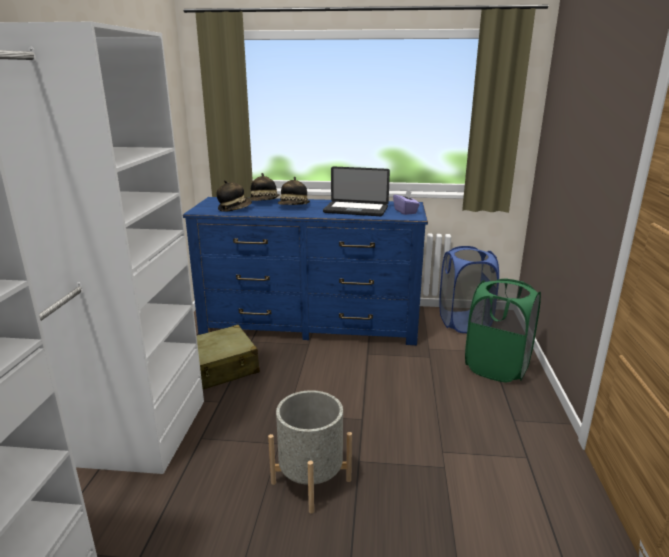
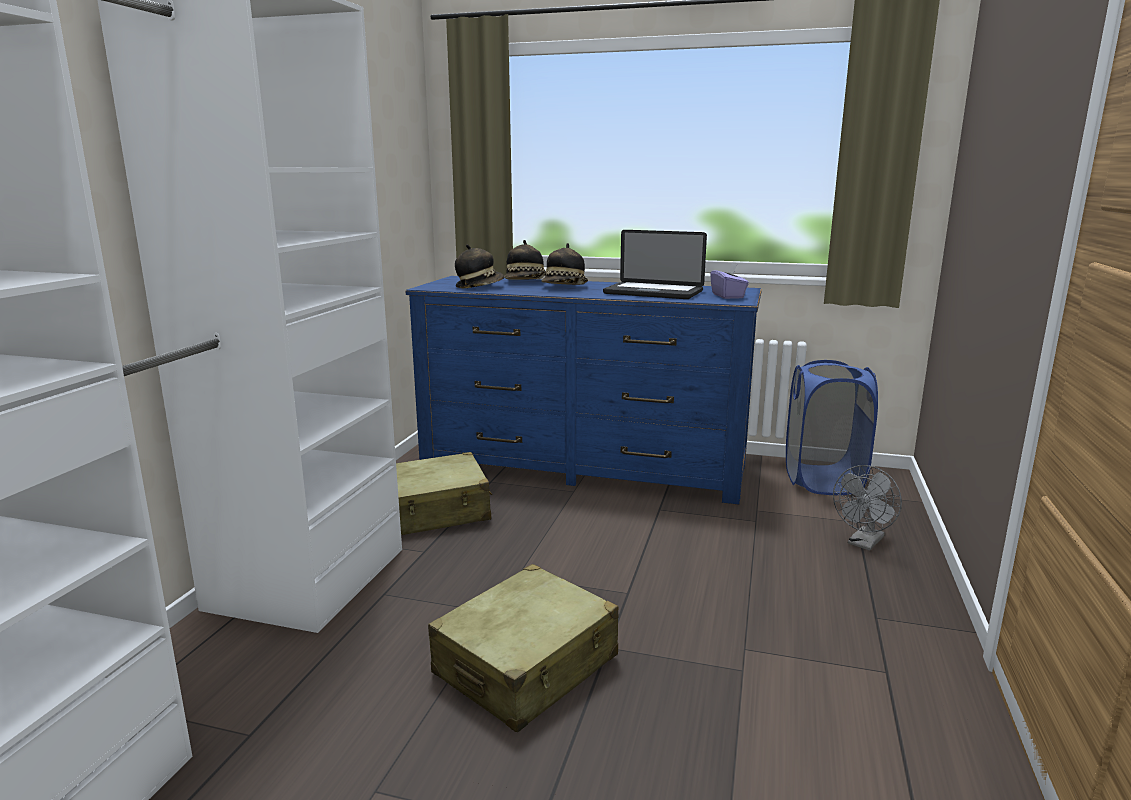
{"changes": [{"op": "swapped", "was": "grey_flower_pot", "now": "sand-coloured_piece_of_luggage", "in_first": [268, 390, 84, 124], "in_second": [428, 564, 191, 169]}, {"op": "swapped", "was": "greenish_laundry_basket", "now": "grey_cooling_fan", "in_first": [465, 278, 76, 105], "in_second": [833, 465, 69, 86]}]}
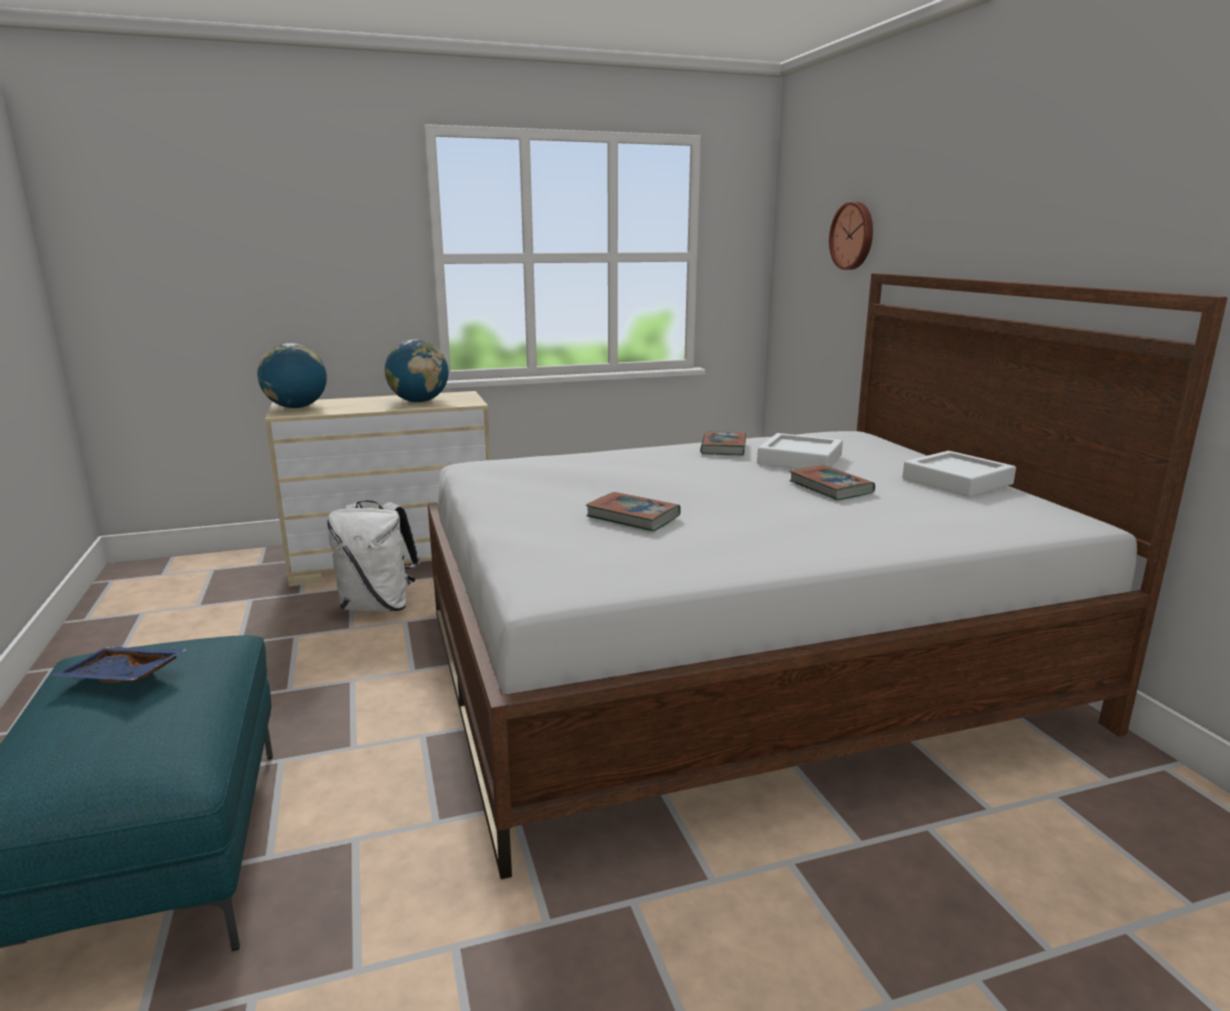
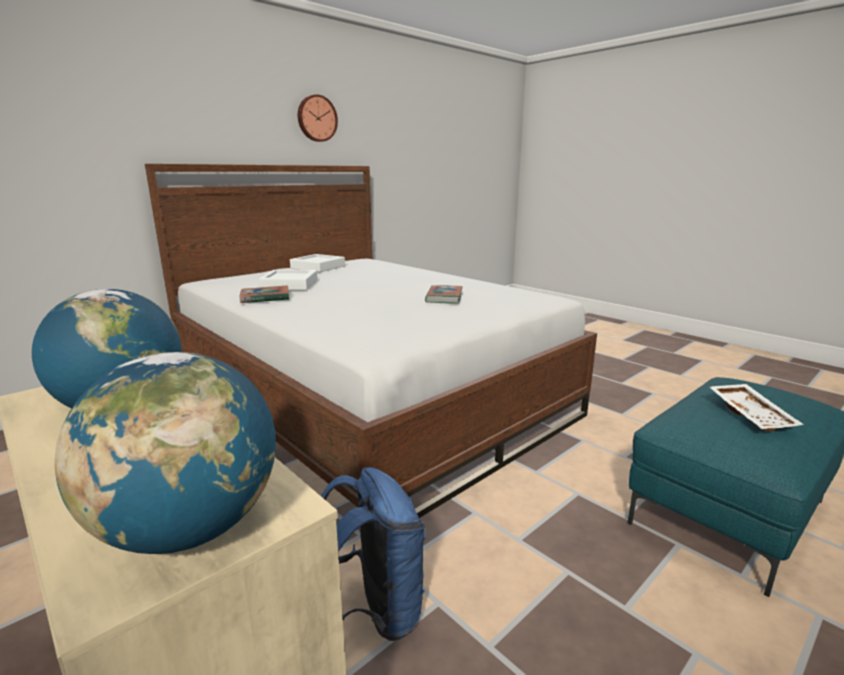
{"changes": [{"op": "repainted", "was": "blue-coloured_tray", "now": "white_tray", "in_first": [51, 647, 136, 36], "in_second": [710, 384, 94, 47]}, {"op": "repainted", "was": "white_backpack", "now": "blue-coloured_backpack", "in_first": [327, 500, 93, 112], "in_second": [321, 467, 105, 174]}, {"op": "gone", "was": "volume", "in_first": [789, 465, 86, 35]}, {"op": "shifted", "was": "hanging_clock", "in_first": [829, 202, 44, 68], "in_second": [298, 94, 40, 48]}]}
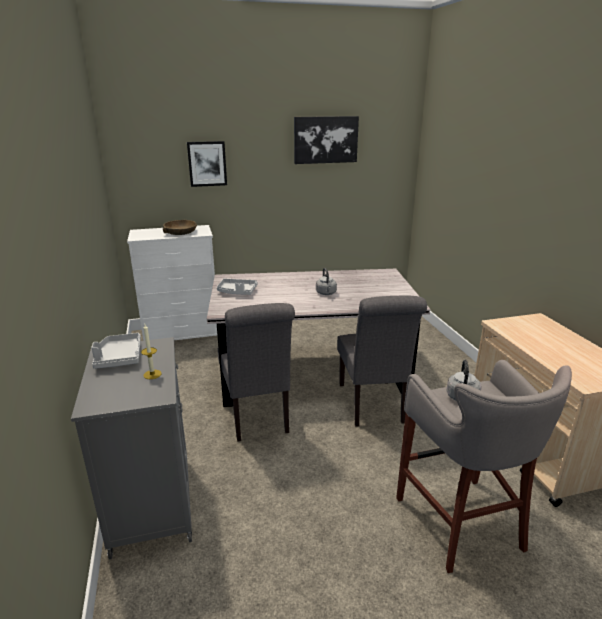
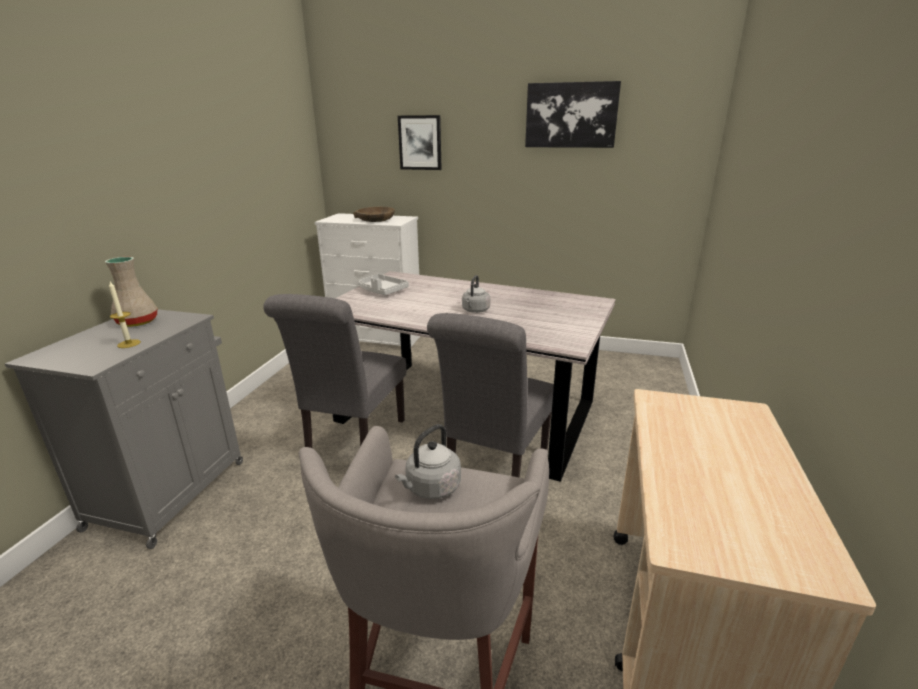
{"changes": [{"op": "swapped", "was": "grey_tray", "now": "sand-coloured_decorative_vase", "in_first": [92, 333, 49, 36], "in_second": [105, 257, 52, 70]}]}
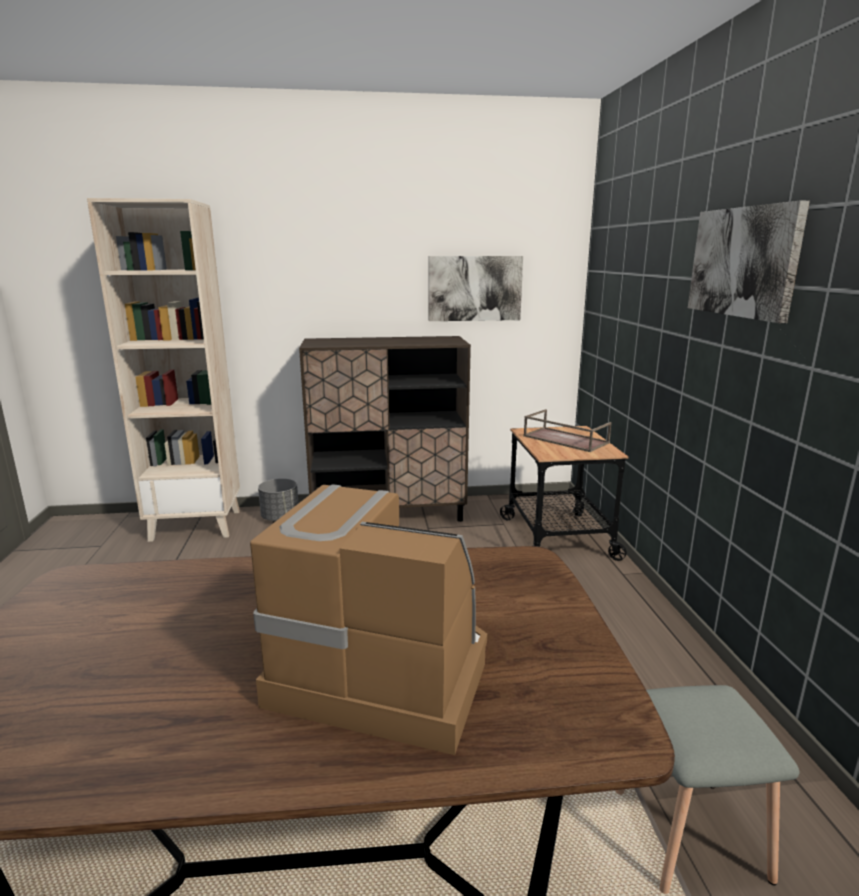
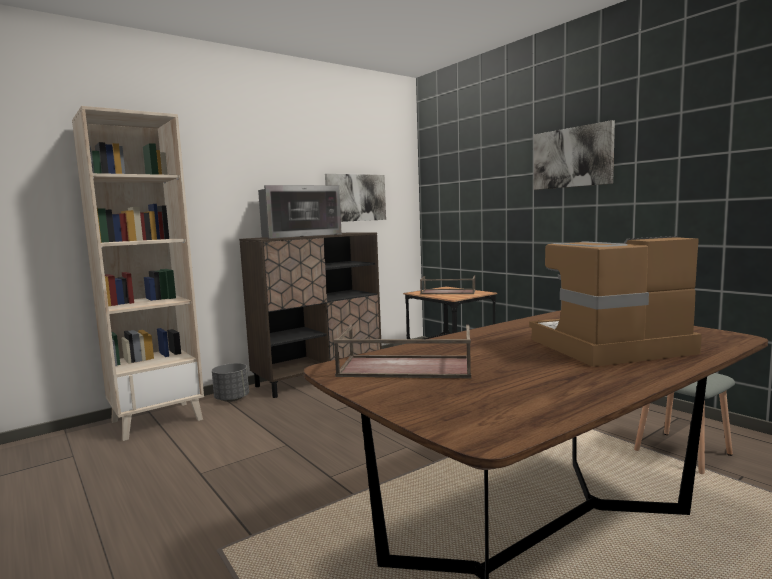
{"changes": [{"op": "new", "now": "microwave", "in_second": [258, 185, 84, 53]}, {"op": "new", "now": "brown-coloured_tray", "in_second": [334, 325, 137, 53]}]}
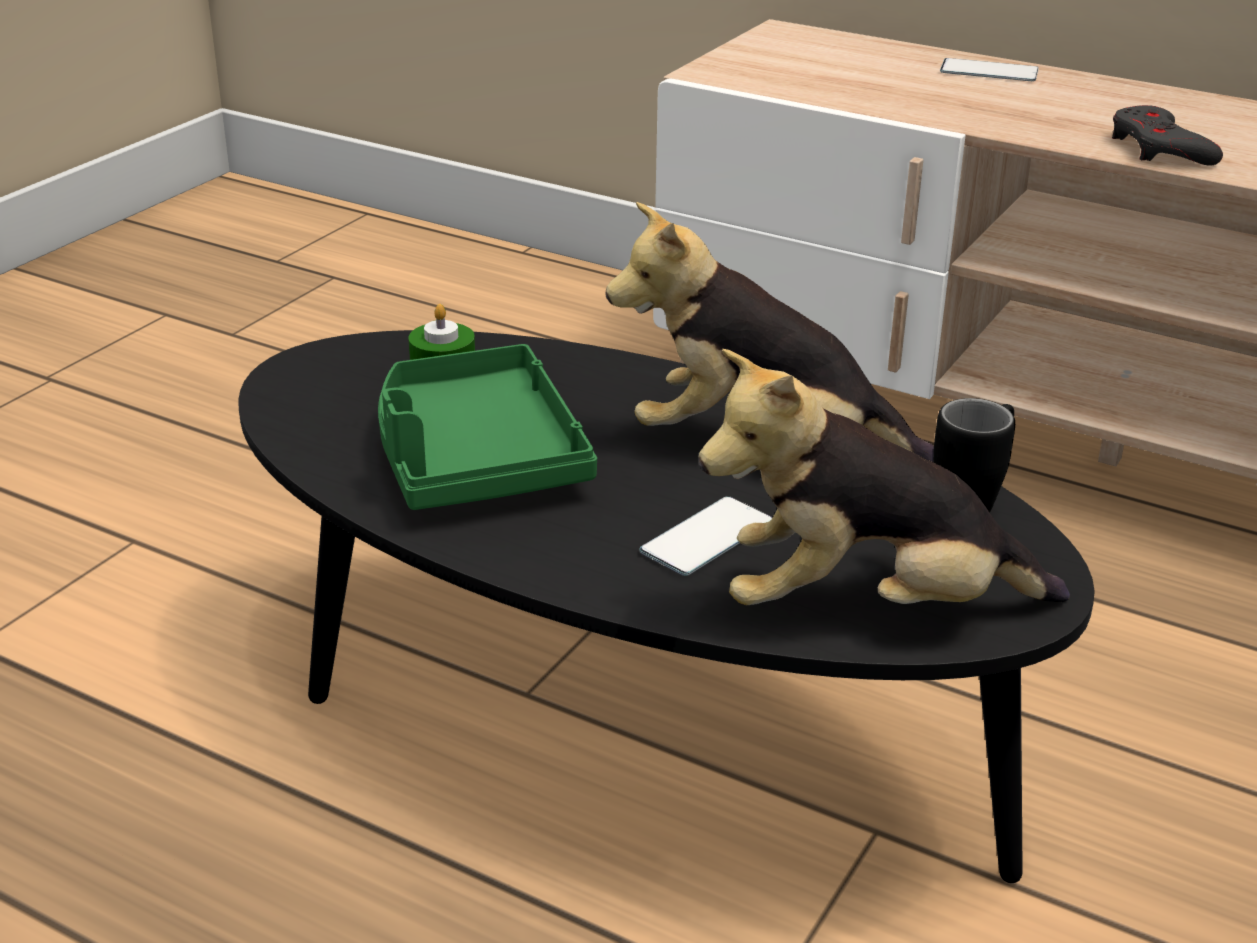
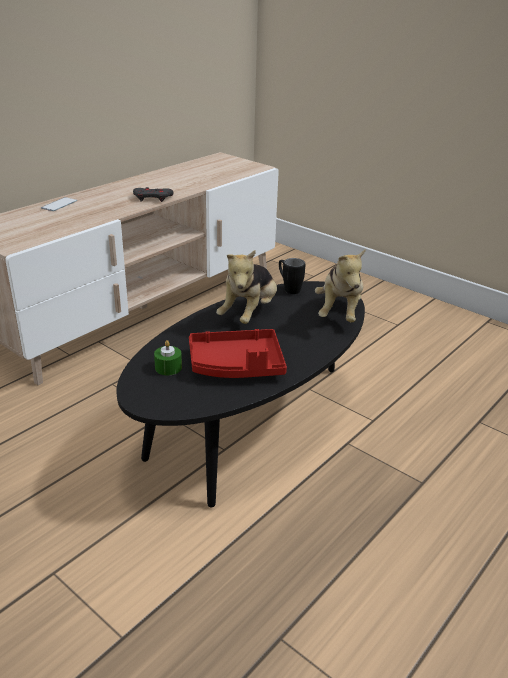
{"changes": [{"op": "repainted", "was": "greenish_tray", "now": "reddish_tray", "in_first": [378, 344, 219, 166], "in_second": [189, 329, 98, 49]}, {"op": "gone", "was": "telephone", "in_first": [639, 496, 134, 80]}]}
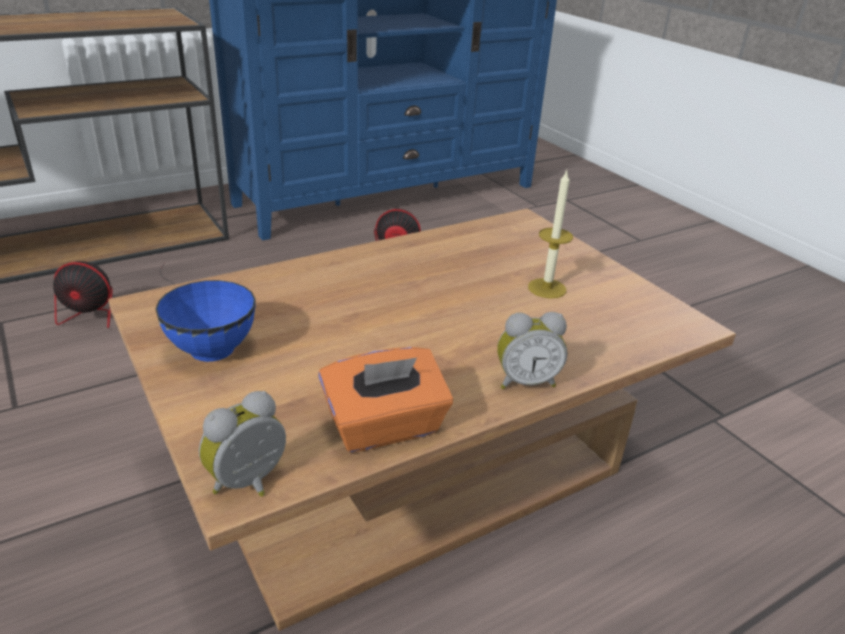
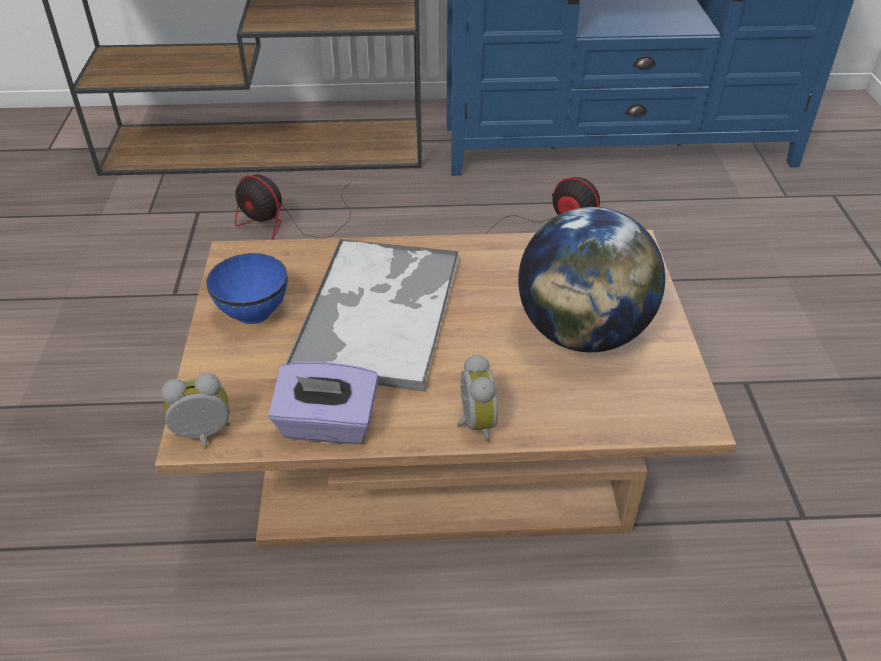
{"changes": [{"op": "repainted", "was": "orangey_tissue_holder", "now": "purple-coloured_tissue_holder", "in_first": [318, 347, 135, 106], "in_second": [269, 362, 110, 82]}, {"op": "rotated", "was": "bedside_clock", "in_first": [497, 312, 70, 77], "in_second": [457, 354, 41, 88], "clockwise": -120}, {"op": "swapped", "was": "wax_light", "now": "desk_globe", "in_first": [528, 170, 45, 129], "in_second": [518, 207, 147, 145]}, {"op": "new", "now": "tray", "in_second": [285, 238, 175, 154]}]}
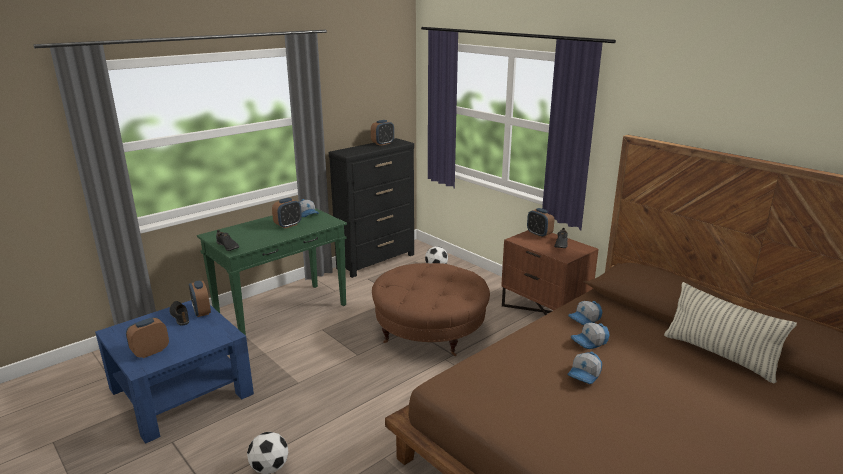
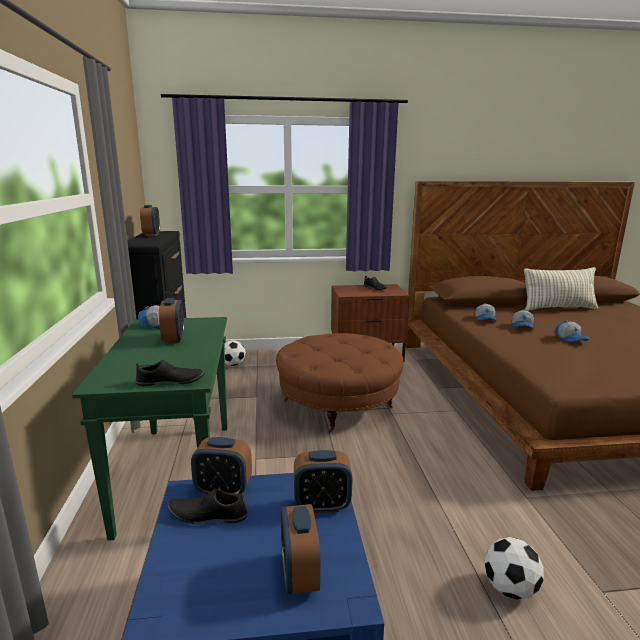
{"changes": [{"op": "shifted", "was": "bedside_clock", "in_first": [527, 208, 27, 30], "in_second": [294, 450, 58, 63]}]}
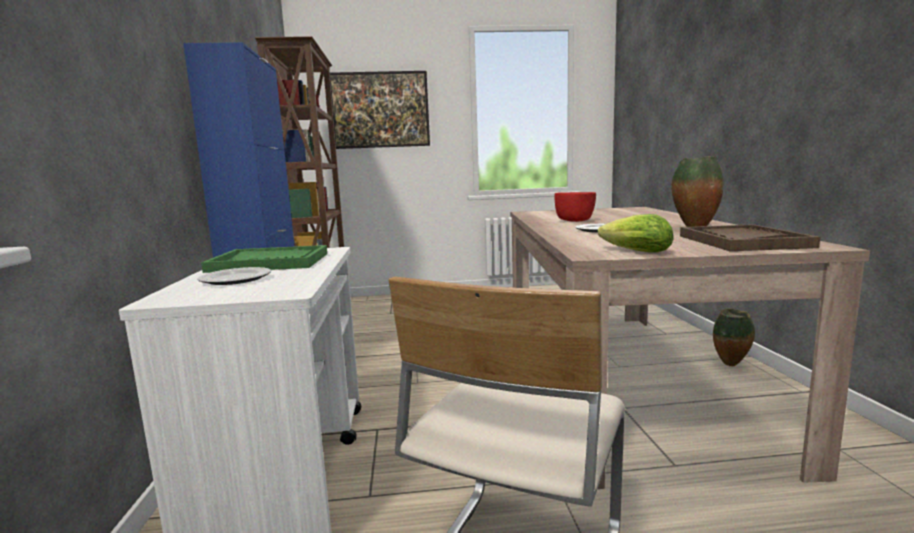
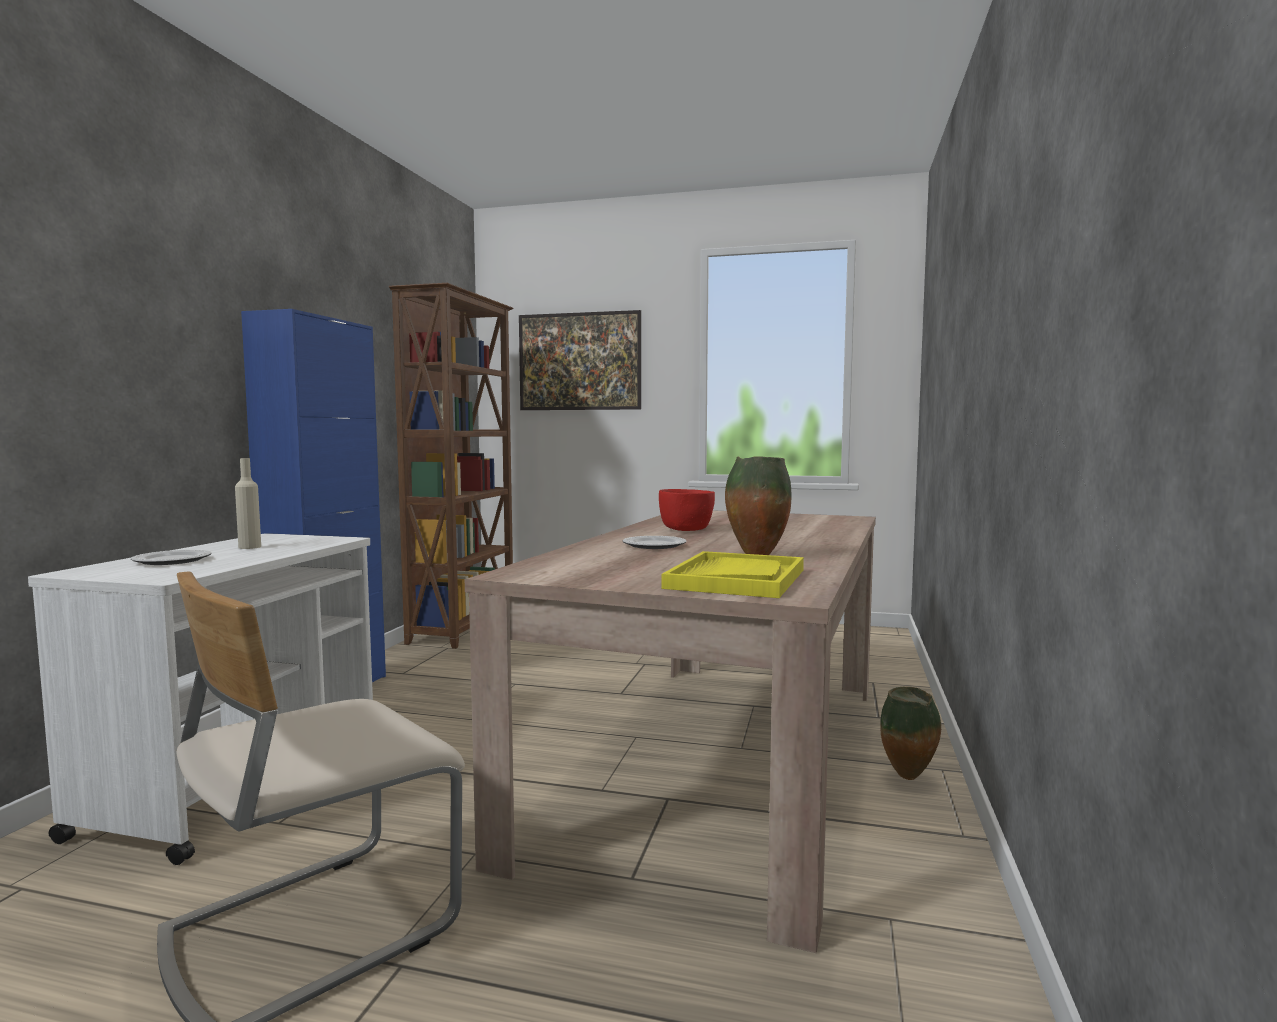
{"changes": [{"op": "swapped", "was": "greenish_tray", "now": "sand-coloured_beverage_bottle", "in_first": [201, 245, 126, 28], "in_second": [235, 458, 26, 91]}, {"op": "gone", "was": "head_of_lettuce", "in_first": [598, 214, 76, 39]}, {"op": "repainted", "was": "brown-coloured_tray", "now": "yellowish_tray", "in_first": [680, 224, 140, 27], "in_second": [661, 551, 143, 47]}]}
